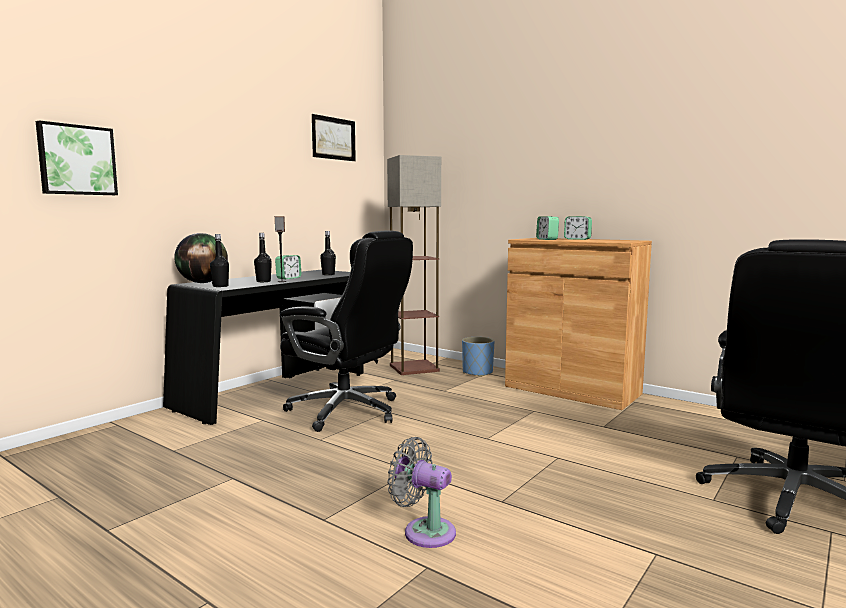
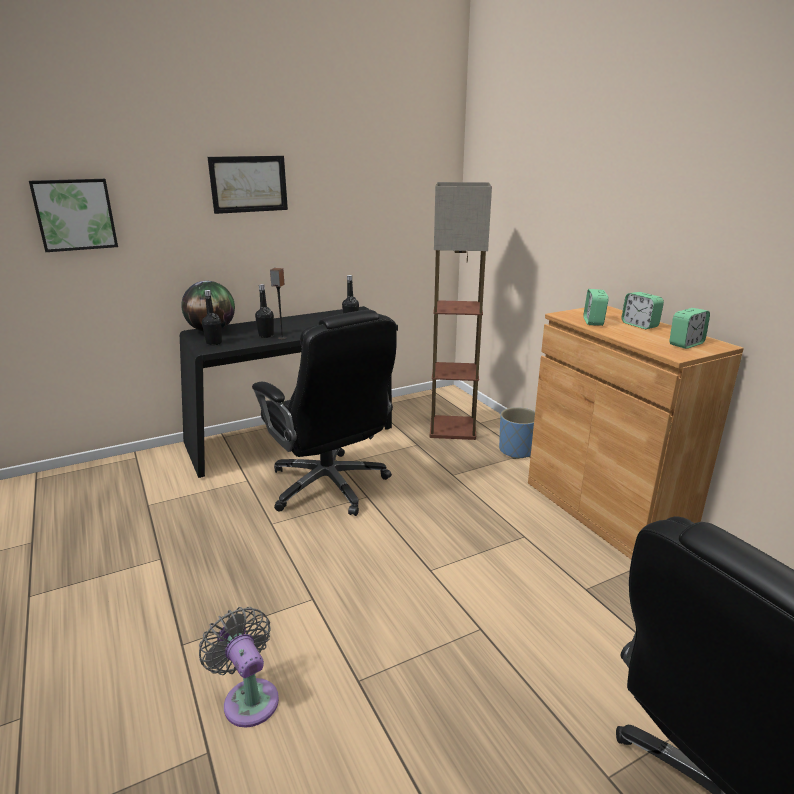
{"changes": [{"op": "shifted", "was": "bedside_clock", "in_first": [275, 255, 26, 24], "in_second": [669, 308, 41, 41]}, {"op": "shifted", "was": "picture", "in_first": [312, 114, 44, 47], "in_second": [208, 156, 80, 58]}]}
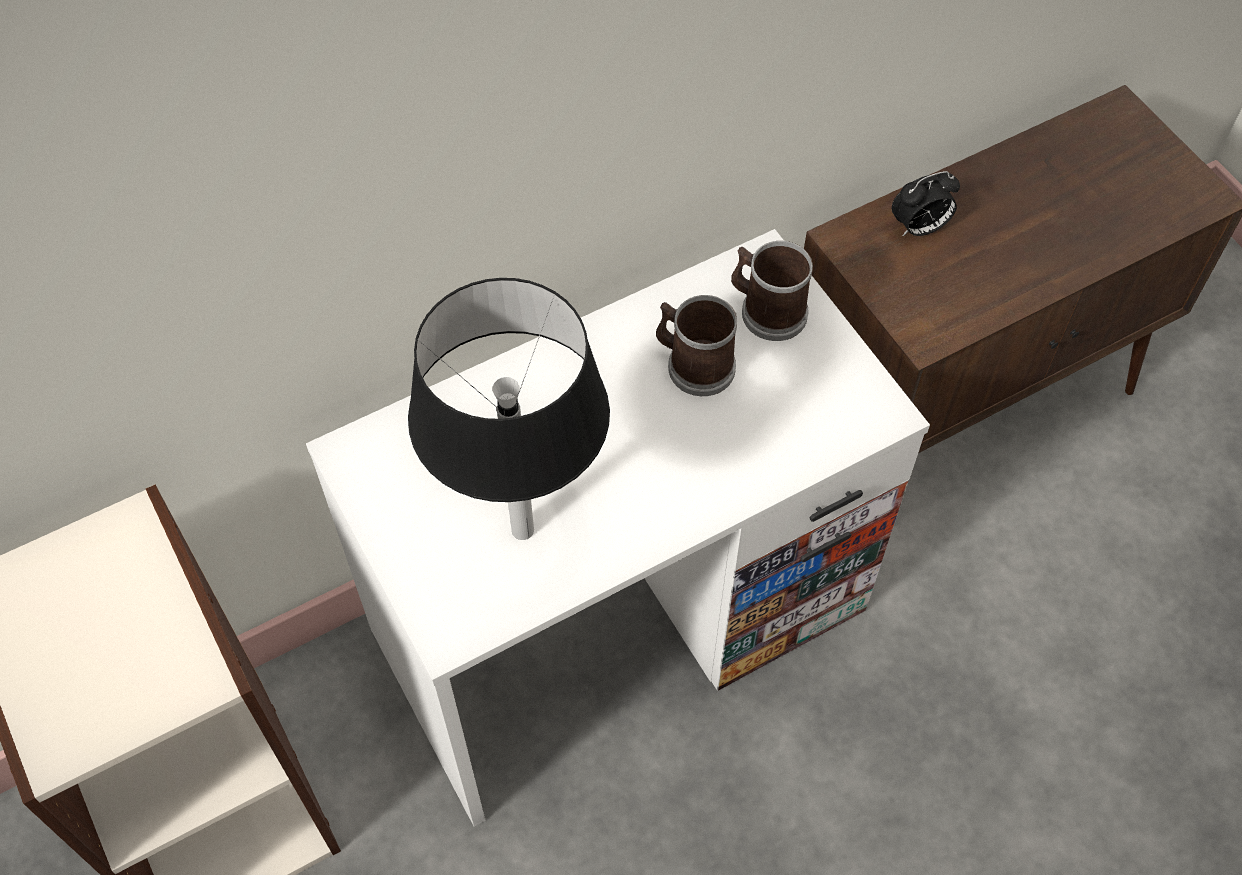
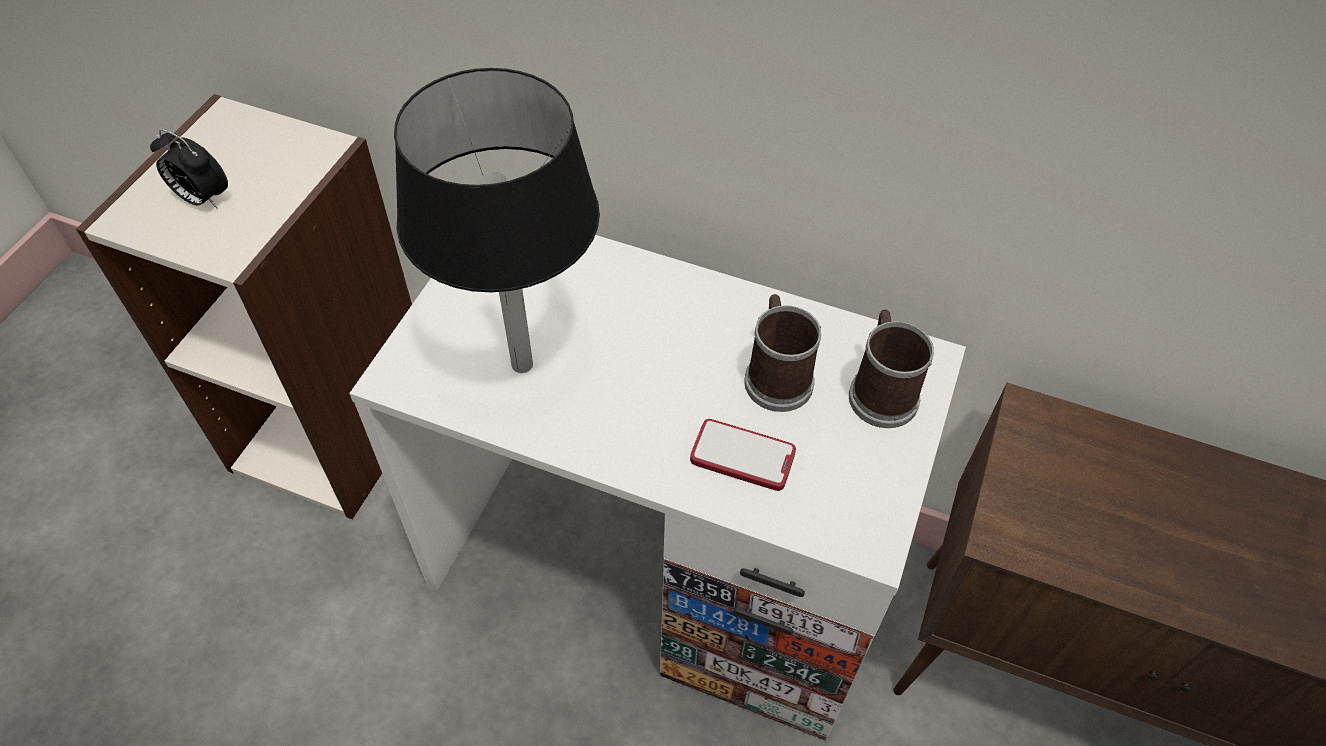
{"changes": [{"op": "shifted", "was": "bedside_clock", "in_first": [892, 171, 68, 65], "in_second": [150, 129, 78, 80]}, {"op": "new", "now": "telephone", "in_second": [690, 419, 106, 72]}]}
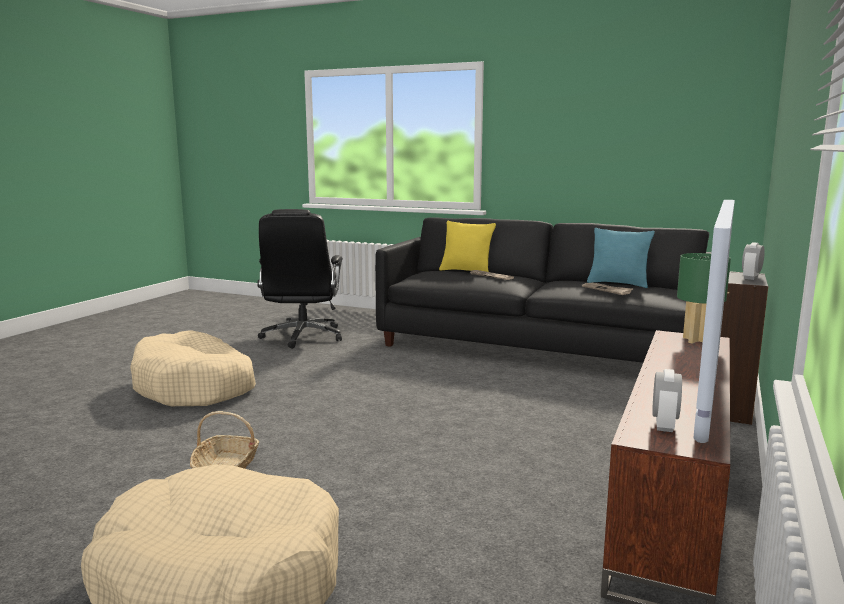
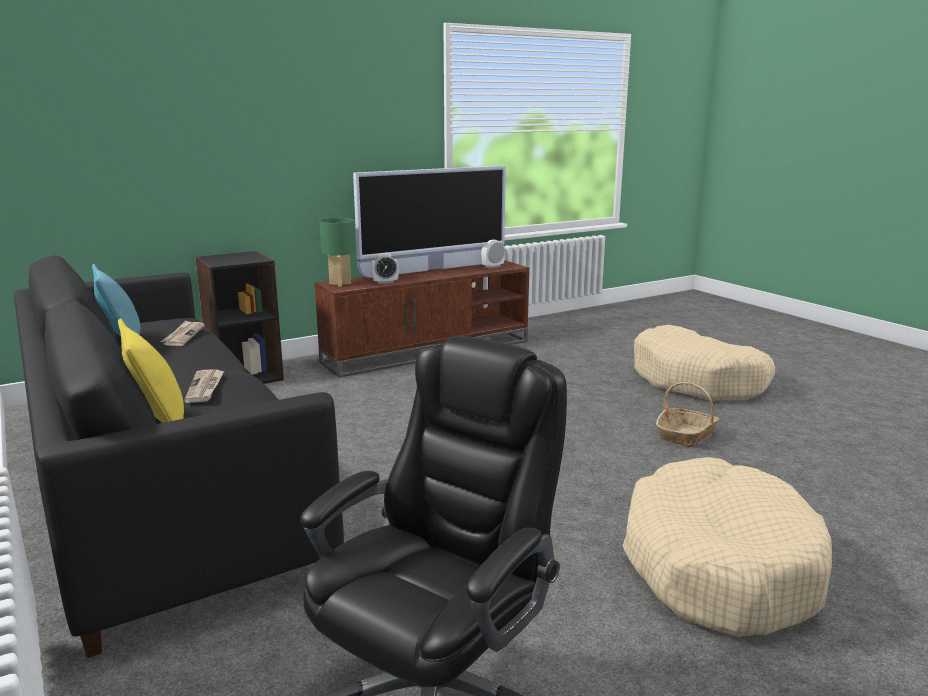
{"changes": [{"op": "shifted", "was": "bedside_clock", "in_first": [742, 242, 23, 38], "in_second": [371, 253, 28, 31]}]}
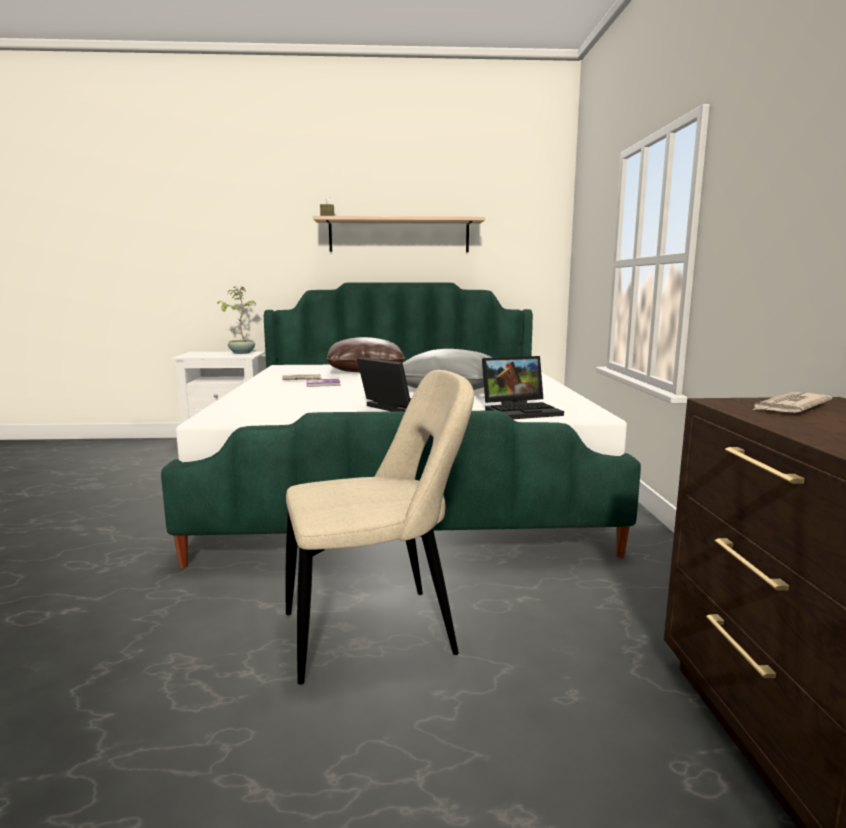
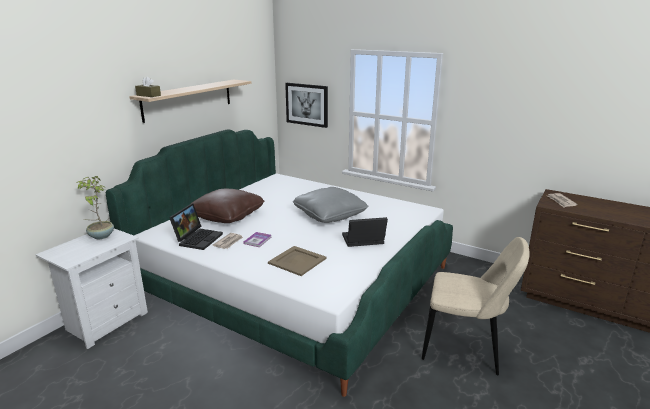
{"changes": [{"op": "rotated", "was": "sand-coloured_chair", "in_first": [285, 370, 189, 314], "in_second": [422, 237, 108, 138], "clockwise": 90}, {"op": "shifted", "was": "laptop", "in_first": [482, 356, 82, 63], "in_second": [169, 203, 54, 47]}, {"op": "new", "now": "sand-coloured_tray", "in_second": [268, 246, 59, 30]}, {"op": "new", "now": "picture", "in_second": [285, 83, 43, 45]}]}
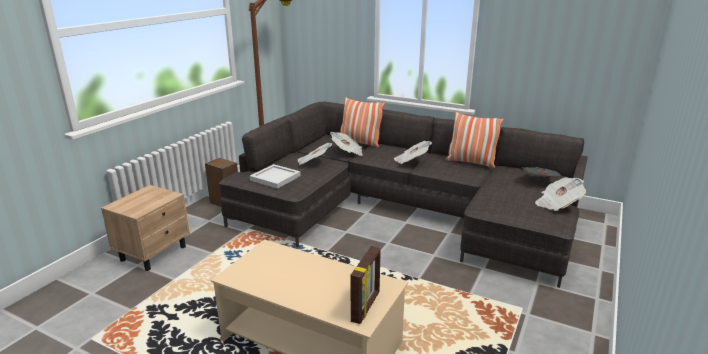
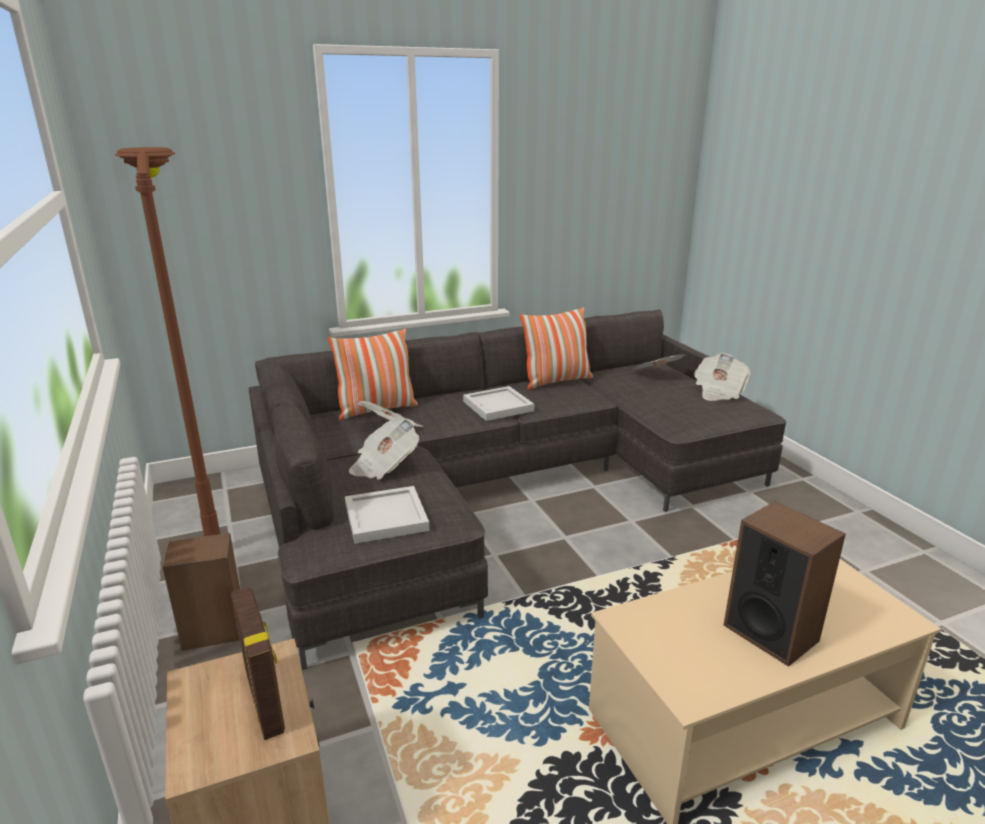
{"changes": [{"op": "shifted", "was": "picture_frame", "in_first": [351, 246, 30, 78], "in_second": [231, 587, 54, 153]}, {"op": "swapped", "was": "newspaper", "now": "white_tray", "in_first": [394, 141, 38, 23], "in_second": [463, 386, 71, 35]}, {"op": "new", "now": "audio_speaker", "in_second": [724, 501, 122, 166]}]}
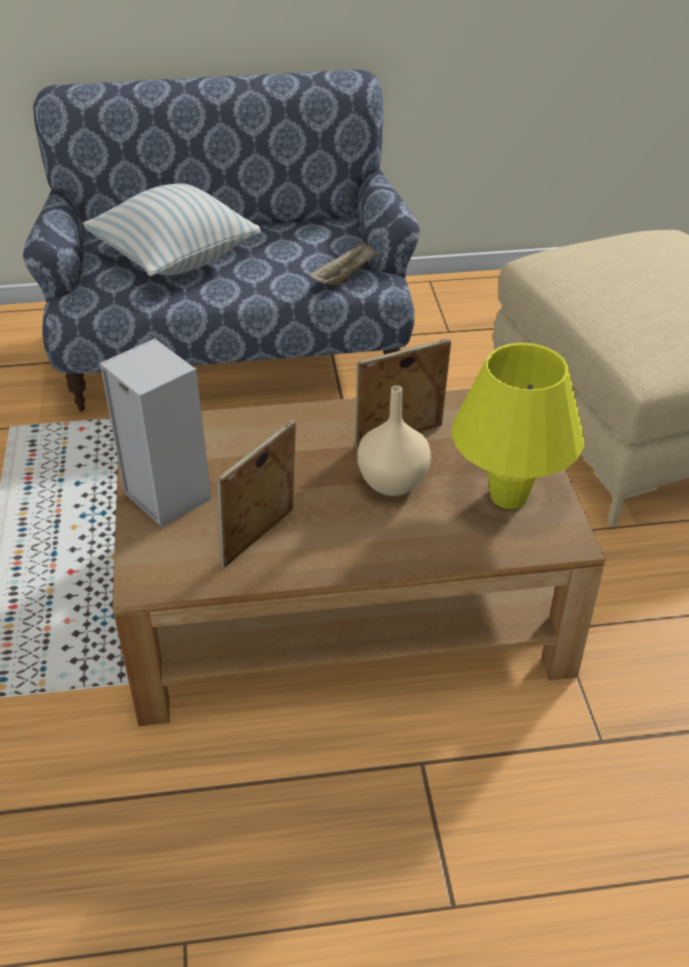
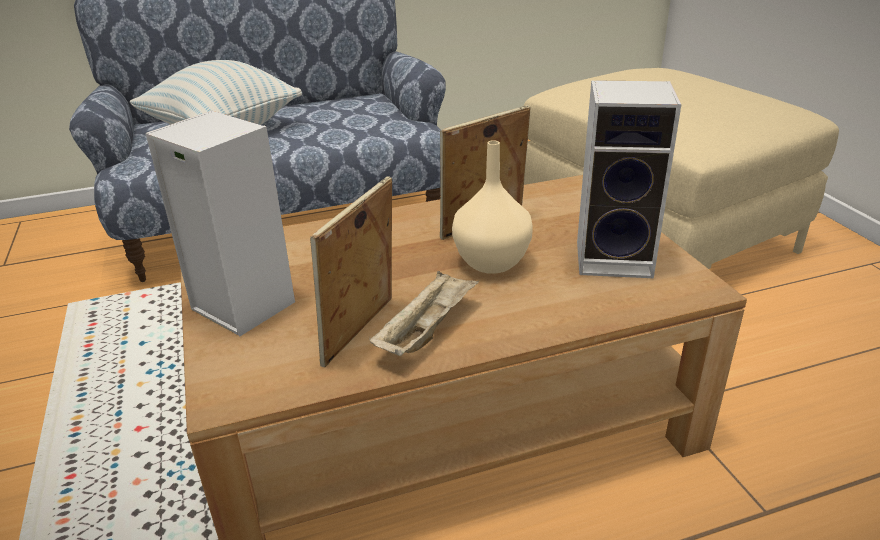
{"changes": [{"op": "shifted", "was": "sand-coloured_tray", "in_first": [309, 241, 72, 45], "in_second": [369, 271, 110, 85]}, {"op": "swapped", "was": "yellowish_table_lamp", "now": "audio_speaker", "in_first": [451, 343, 133, 166], "in_second": [577, 80, 104, 198]}]}
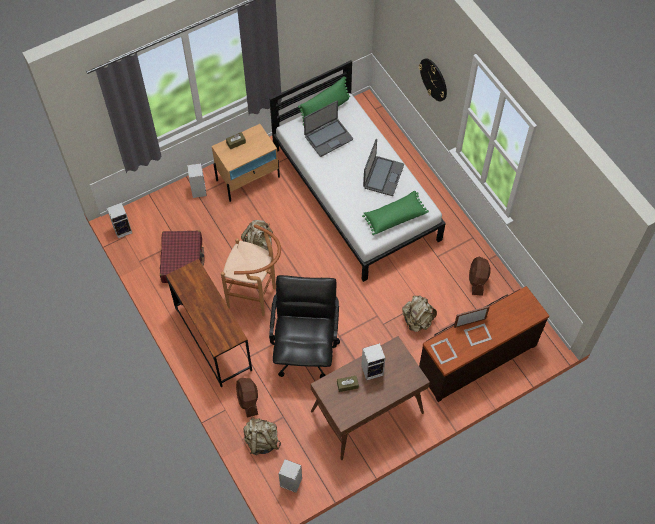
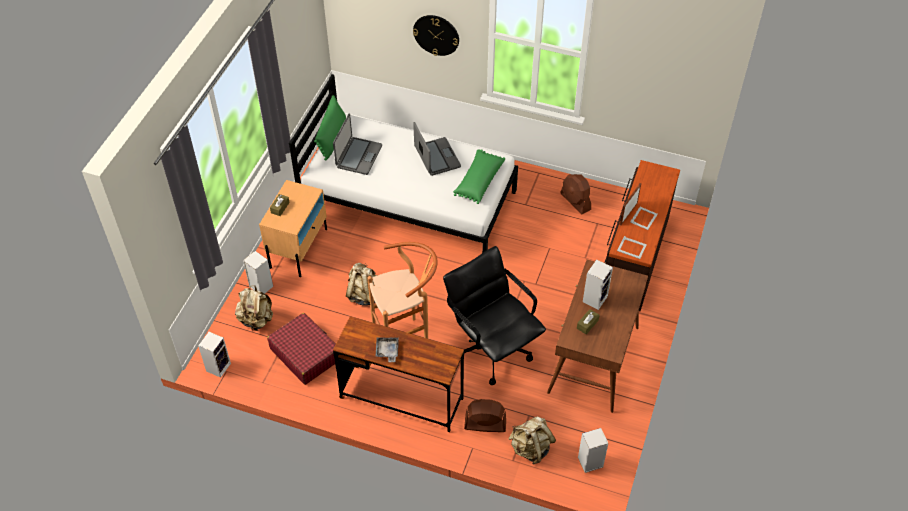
{"changes": [{"op": "rotated", "was": "brown-coloured_cooling_fan", "in_first": [236, 378, 22, 40], "in_second": [464, 399, 42, 33], "clockwise": 150}, {"op": "shifted", "was": "sand-coloured_backpack", "in_first": [402, 295, 35, 37], "in_second": [235, 285, 38, 46]}, {"op": "new", "now": "grey_tray", "in_second": [375, 337, 24, 25]}]}
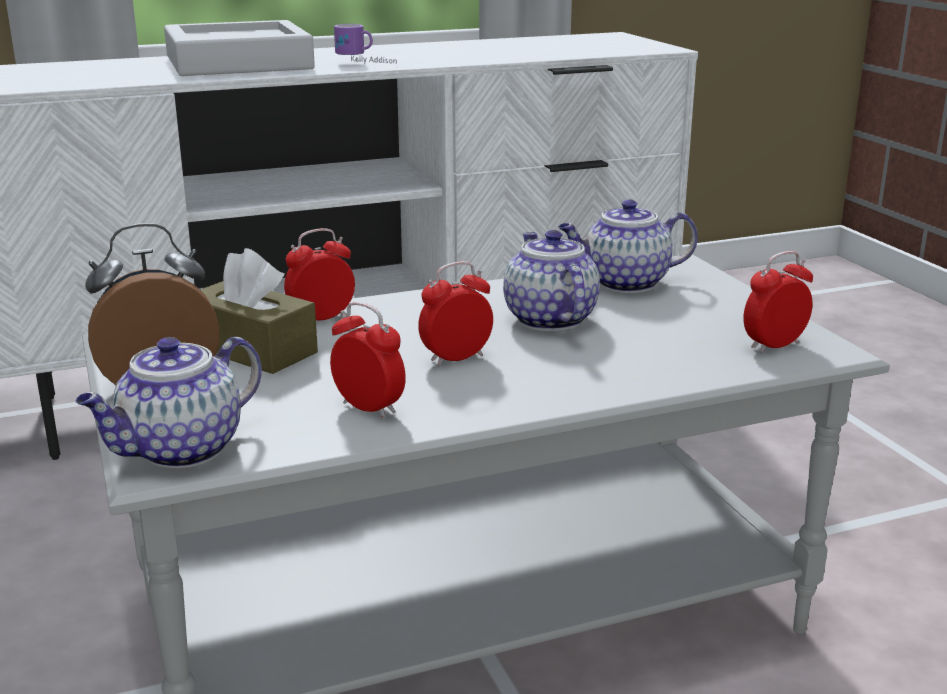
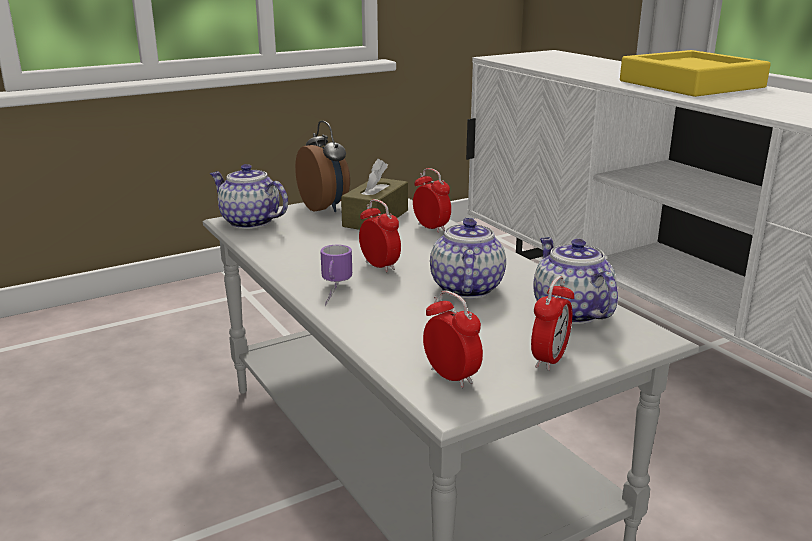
{"changes": [{"op": "repainted", "was": "grey_tray", "now": "yellowish_tray", "in_first": [164, 20, 151, 56], "in_second": [620, 50, 151, 47]}, {"op": "shifted", "was": "bedside_clock", "in_first": [330, 302, 76, 117], "in_second": [531, 276, 43, 95]}, {"op": "shifted", "was": "coffee_mug", "in_first": [334, 24, 63, 40], "in_second": [320, 245, 32, 61]}, {"op": "rotated", "was": "pot_for_tea", "in_first": [503, 230, 97, 101], "in_second": [430, 218, 76, 81], "clockwise": -60}]}
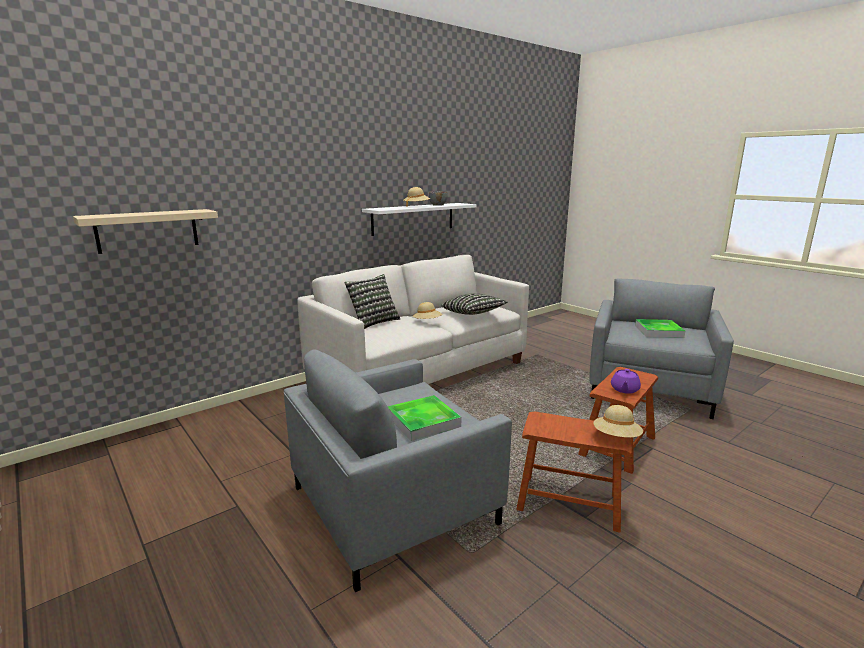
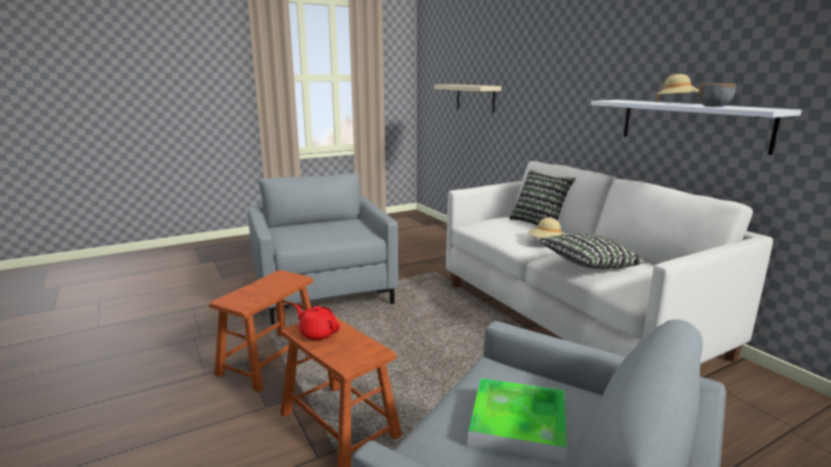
{"changes": [{"op": "gone", "was": "tray", "in_first": [388, 395, 73, 46]}, {"op": "gone", "was": "sand-coloured_clothing_hat", "in_first": [593, 405, 50, 33]}, {"op": "repainted", "was": "purple-coloured_pot_for_tea", "now": "reddish_pot_for_tea", "in_first": [611, 369, 30, 25], "in_second": [294, 305, 46, 35]}]}
